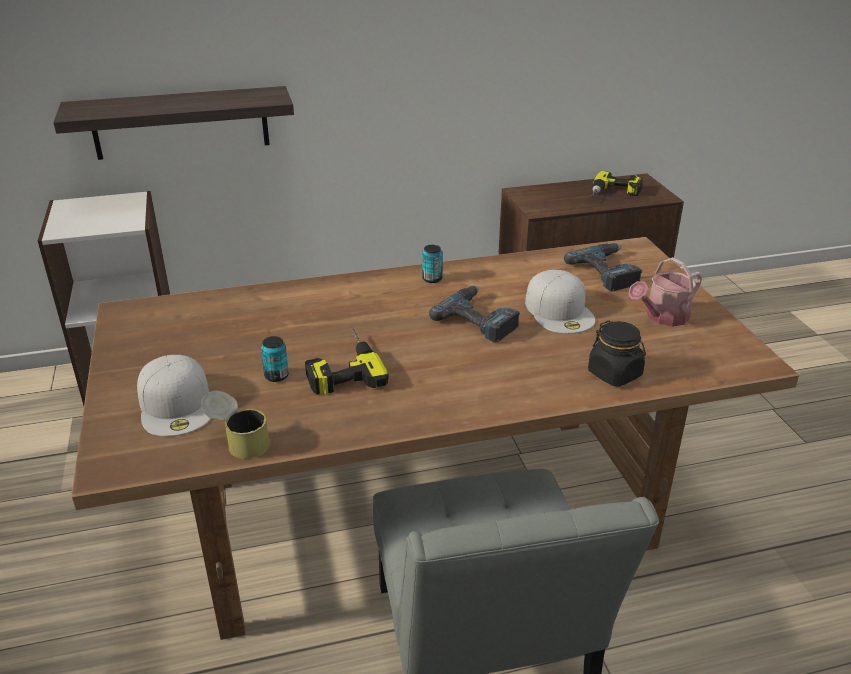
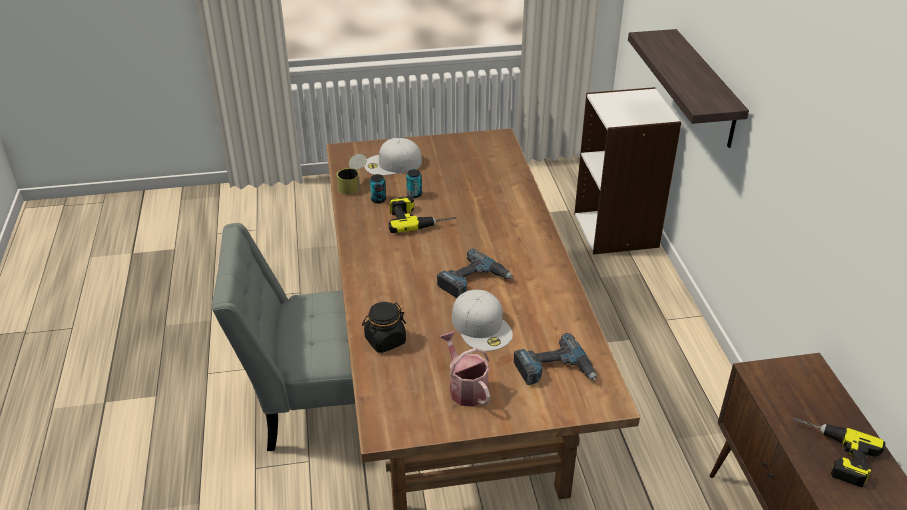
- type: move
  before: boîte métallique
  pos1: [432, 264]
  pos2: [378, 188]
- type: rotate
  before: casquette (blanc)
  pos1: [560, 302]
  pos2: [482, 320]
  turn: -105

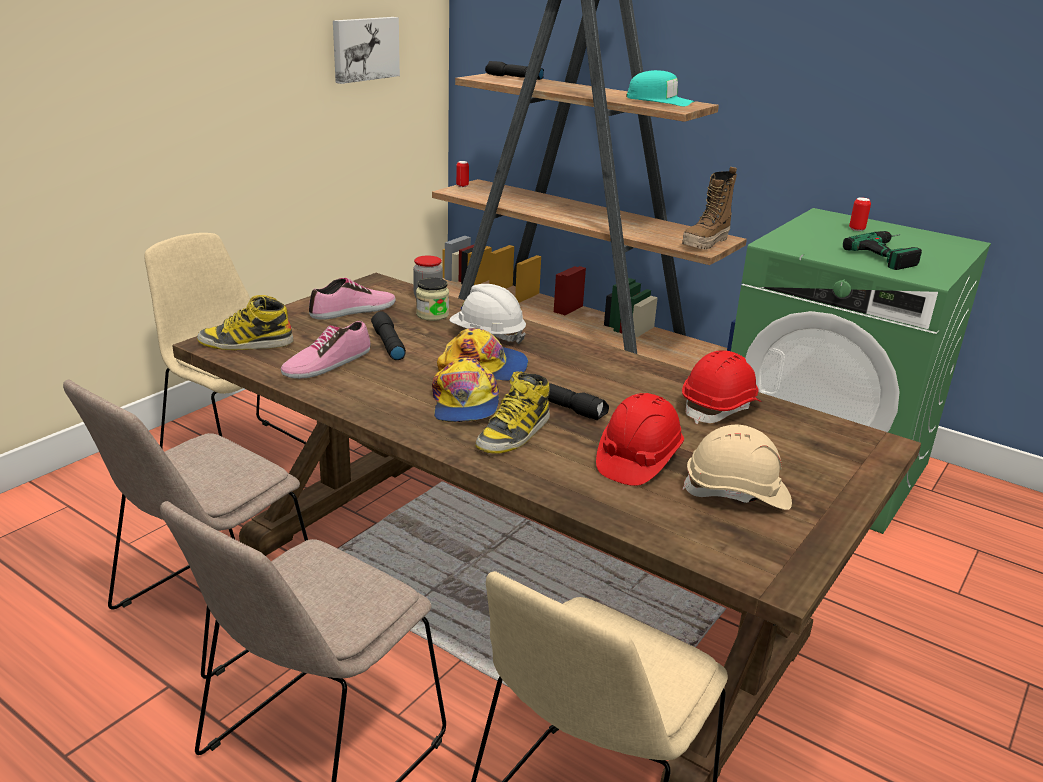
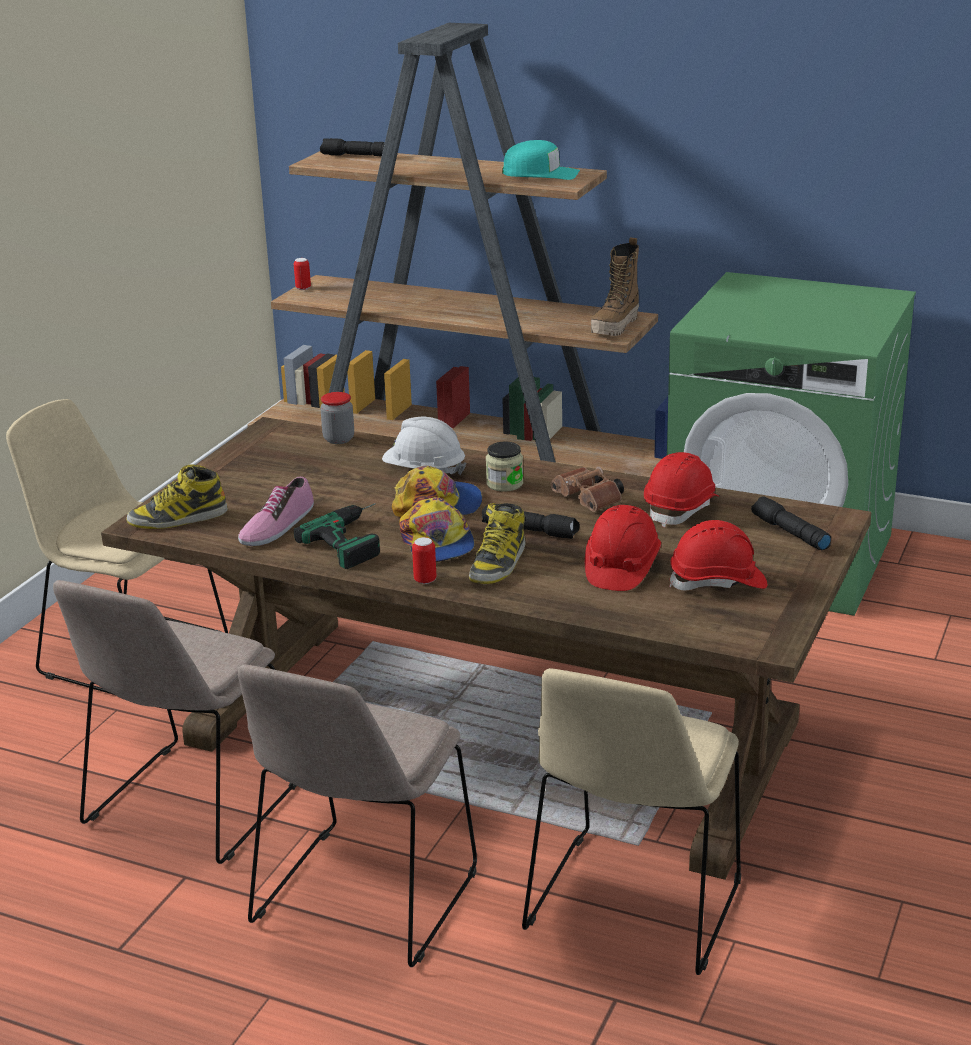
- type: delete
  before: chaussure
  pos1: [352, 299]
- type: delete
  before: tableau
  pos1: [366, 50]
- type: move
  before: lampe de poche (noir)
  pos1: [388, 336]
  pos2: [791, 523]
- type: move
  before: bocal
  pos1: [432, 299]
  pos2: [504, 467]
- type: recolor
  before: casque de chantier (beige)
  after: casque de chantier (rouge)
  pos1: [737, 467]
  pos2: [718, 555]
- type: move
  before: perceuse
  pos1: [882, 250]
  pos2: [337, 536]
- type: move
  before: boîte métallique
  pos1: [860, 214]
  pos2: [424, 560]
- type: insert
  after: jumelles (marron)
  pos2: [587, 489]

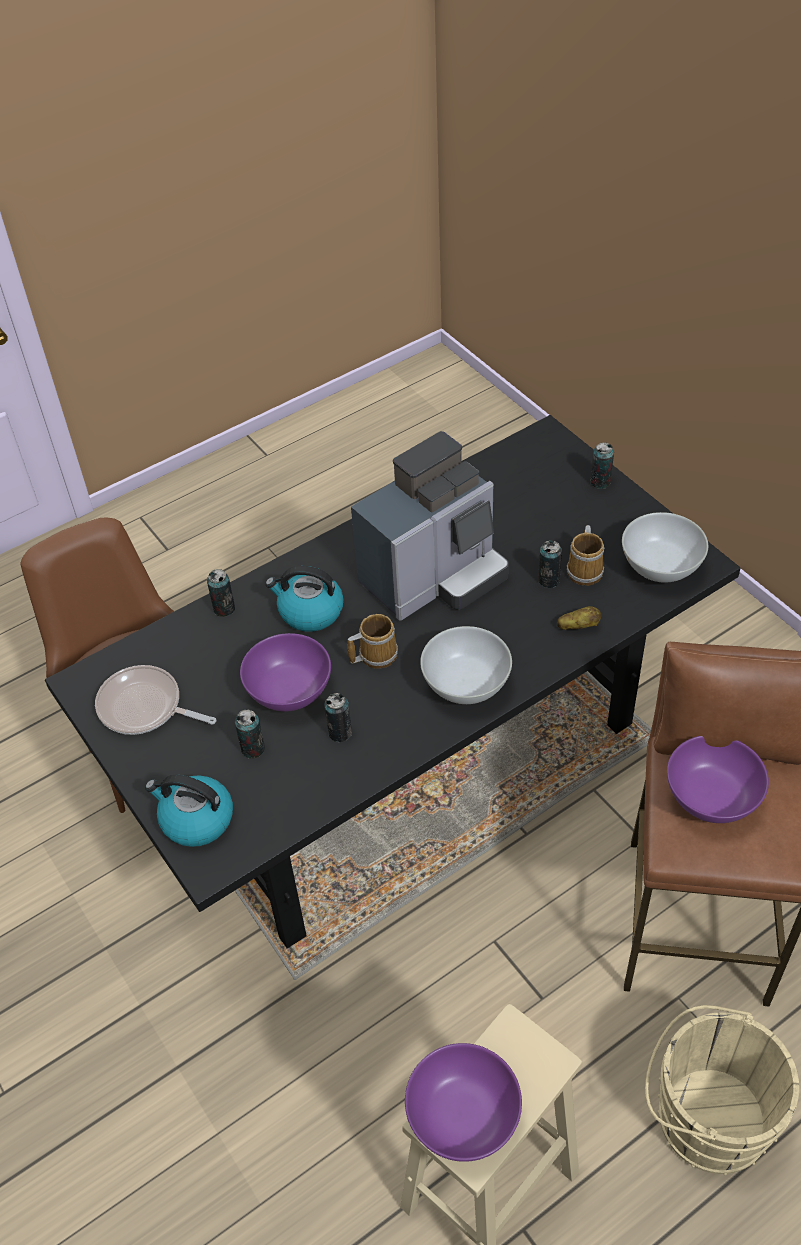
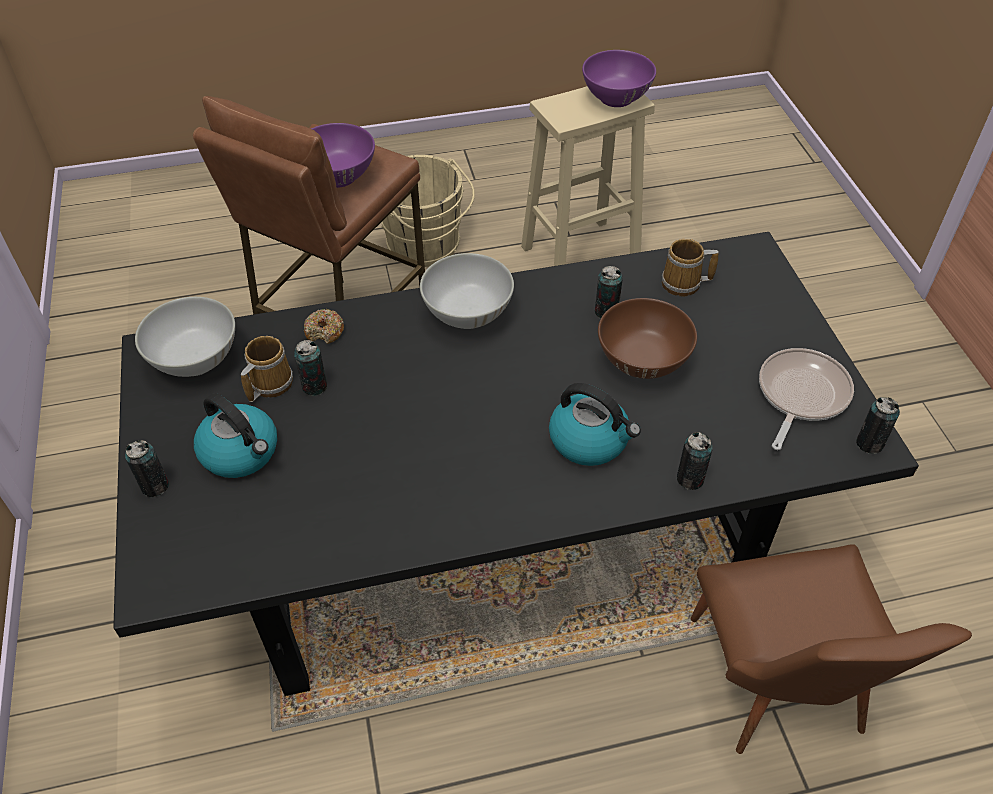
- type: rotate
  before: poêle
  pos1: [155, 700]
  pos2: [806, 399]
  turn: -105
- type: move
  before: bouilloire
  pos1: [189, 811]
  pos2: [235, 435]
- type: move
  before: boîte métallique
  pos1: [250, 734]
  pos2: [878, 425]
- type: recolor
  before: bol (violet)
  after: bol (marron)
  pos1: [285, 672]
  pos2: [647, 338]
- type: move
  before: mug
  pos1: [372, 641]
  pos2: [690, 267]
- type: delete
  before: machine à café
  pos1: [430, 526]
- type: replace
  before: pomme de terre
  after: beignet
  pos1: [579, 618]
  pos2: [324, 326]

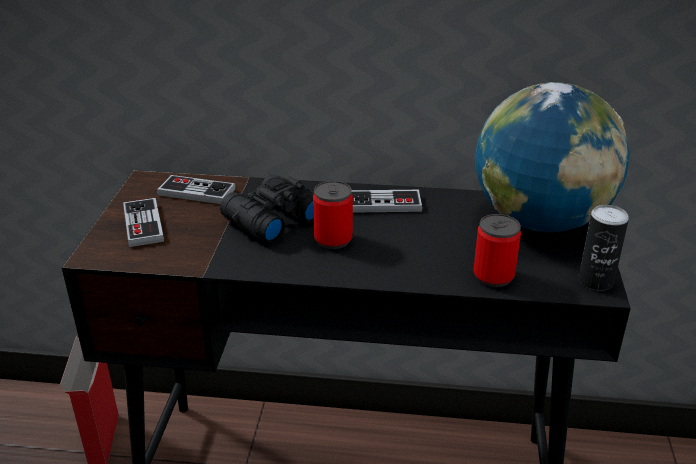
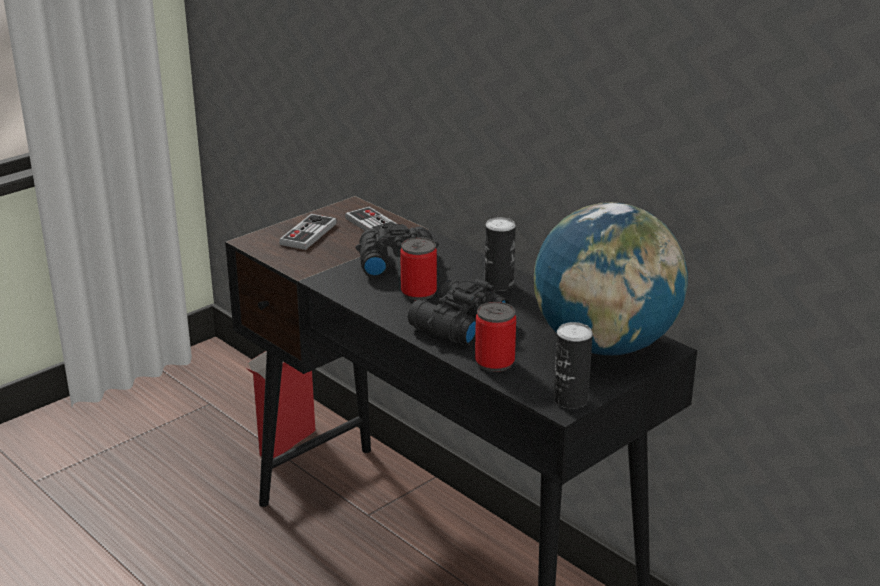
- type: replace
  before: manette
  after: boîte métallique
  pos1: [387, 201]
  pos2: [500, 254]
- type: insert
  after: jumelles (noir)
  pos2: [459, 312]

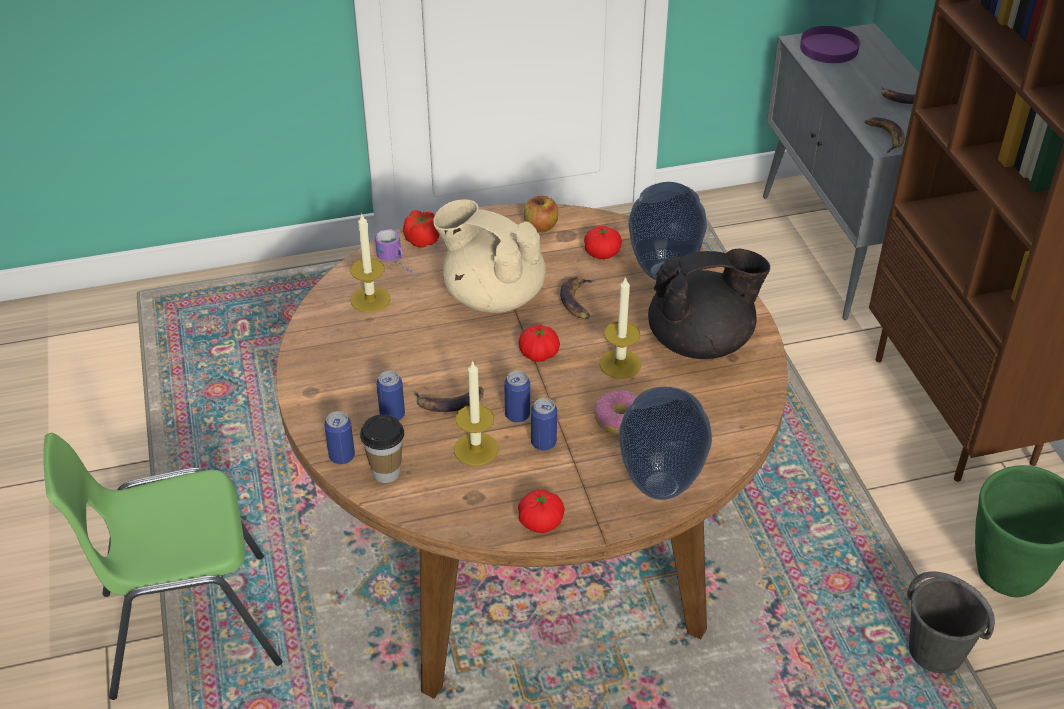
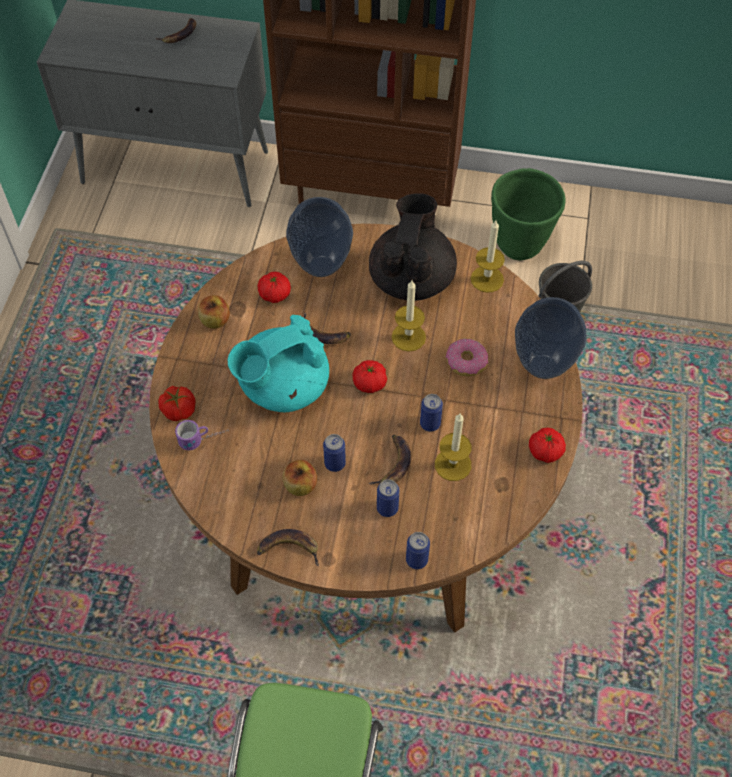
- type: move
  before: bougie
  pos1: [370, 263]
  pos2: [488, 256]
- type: delete
  before: tasse
  pos1: [382, 448]
- type: recolor
  before: théière (beige)
  after: théière (turquoise)
  pos1: [489, 256]
  pos2: [278, 363]
- type: move
  before: boîte métallique
  pos1: [544, 424]
  pos2: [334, 453]
- type: delete
  before: assiette (violet)
  pos1: [830, 44]
- type: move
  before: banane
  pos1: [884, 135]
  pos2: [288, 547]
- type: insert
  after: pomme
  pos2: [300, 478]

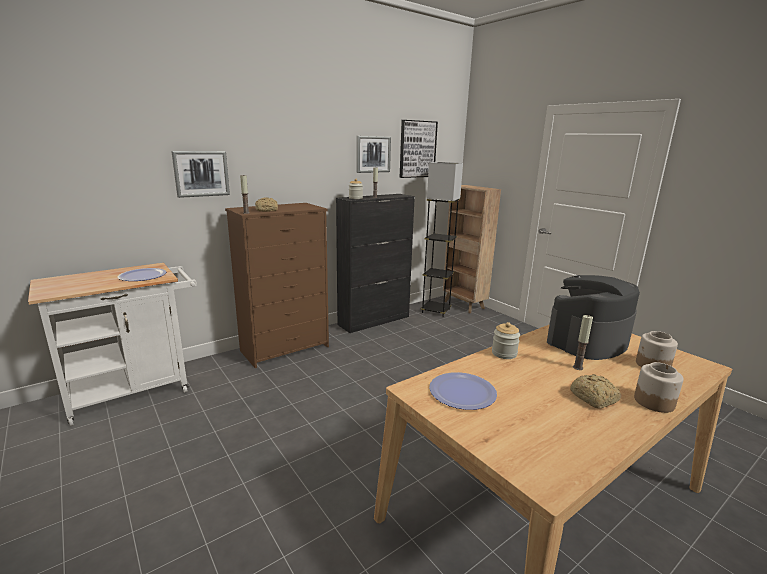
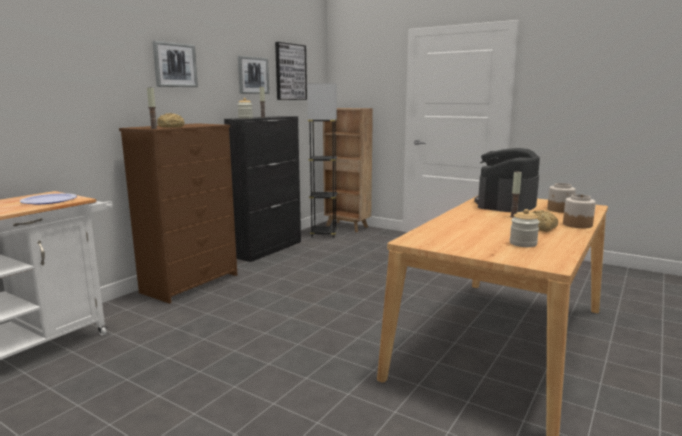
- type: move
  before: tableau
  pos1: [200, 174]
  pos2: [175, 64]
- type: delete
  before: assiette
  pos1: [463, 391]
- type: move
  before: bocal
  pos1: [506, 340]
  pos2: [525, 228]

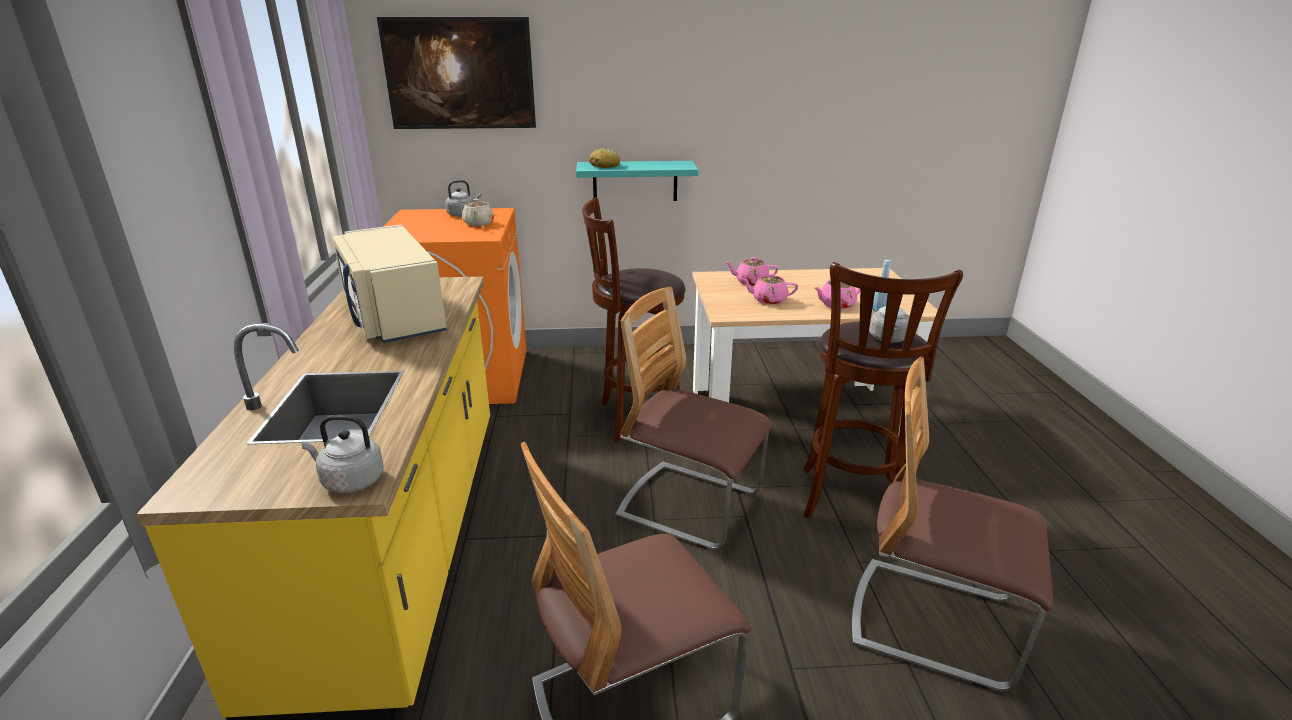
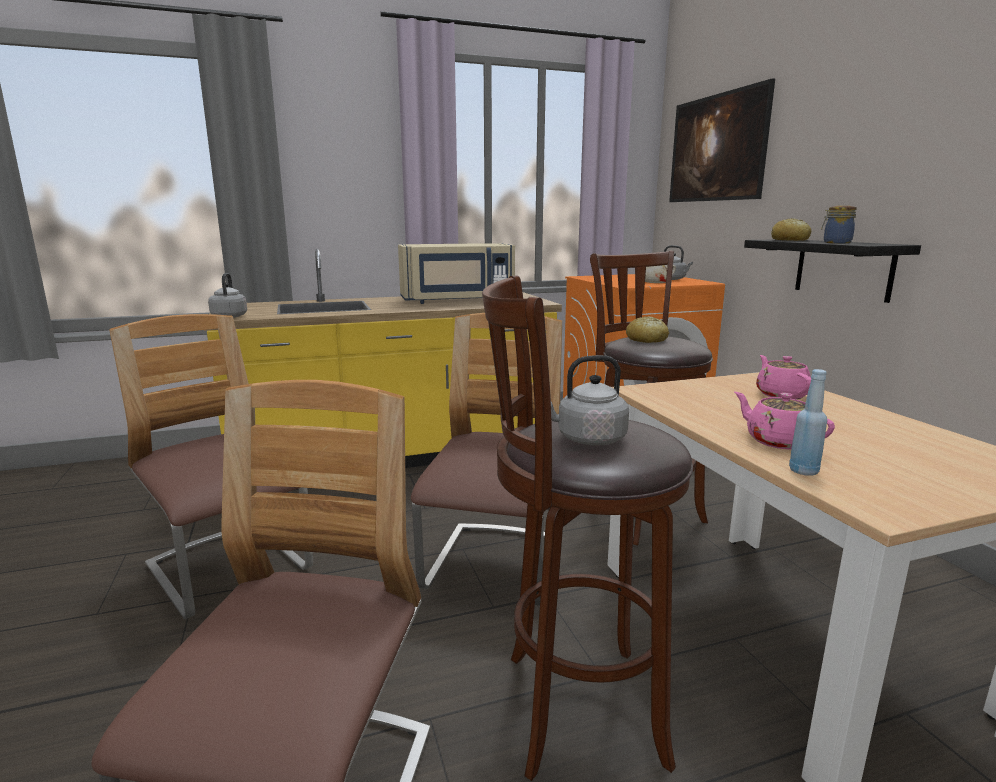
- type: rotate
  before: micro-ondes (beige)
  pos1: [389, 283]
  pos2: [456, 273]
  turn: -150
- type: recolor
  before: étagère (turquoise)
  after: étagère (noir)
  pos1: [637, 181]
  pos2: [832, 271]
- type: delete
  before: théière (rose)
  pos1: [769, 289]
- type: insert
  after: pain
  pos2: [647, 329]
- type: insert
  after: bocal
  pos2: [839, 224]

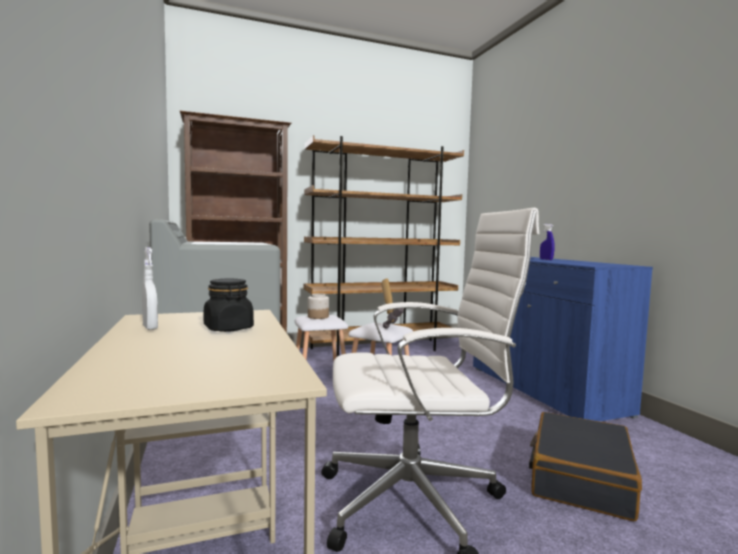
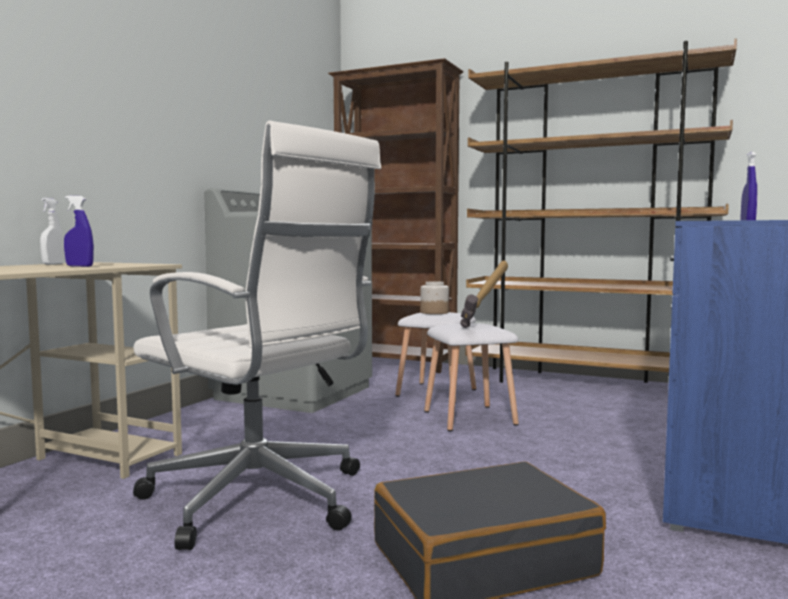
- type: replace
  before: bocal (noir)
  after: vaporisateur (bleu)
  pos1: [229, 305]
  pos2: [79, 231]

